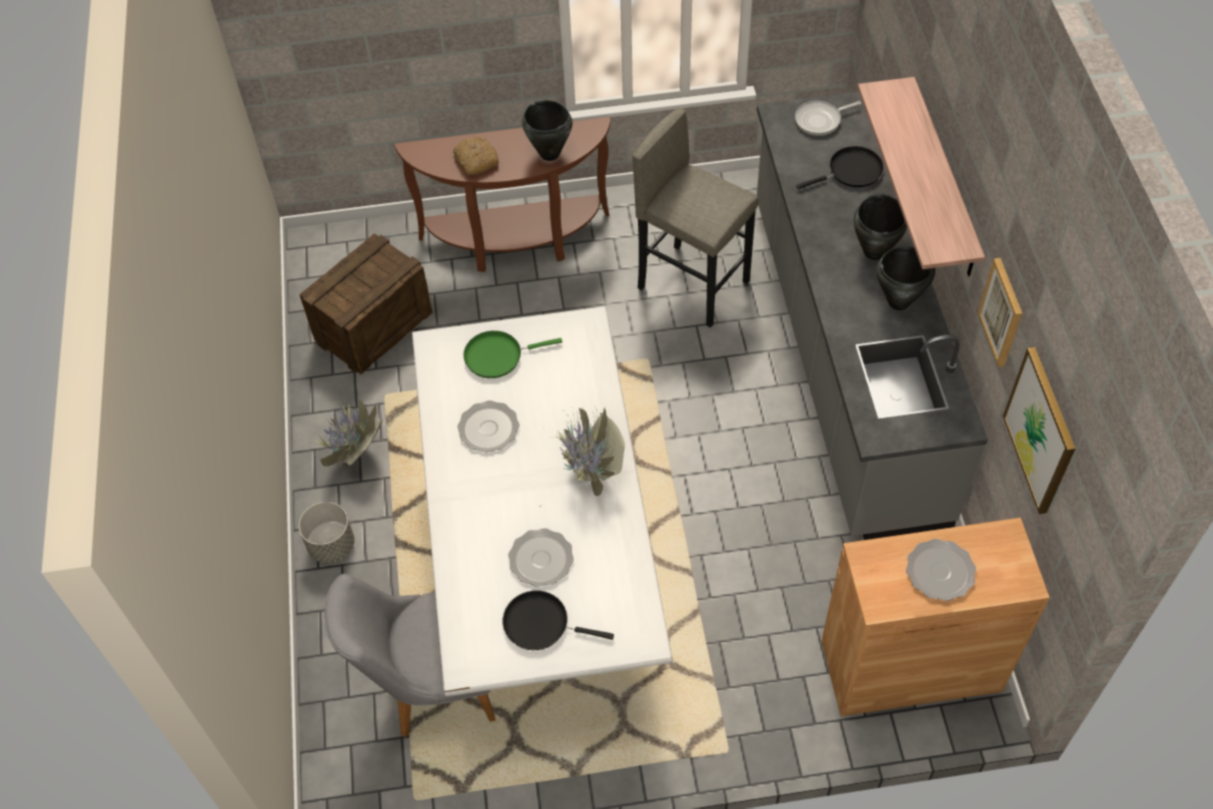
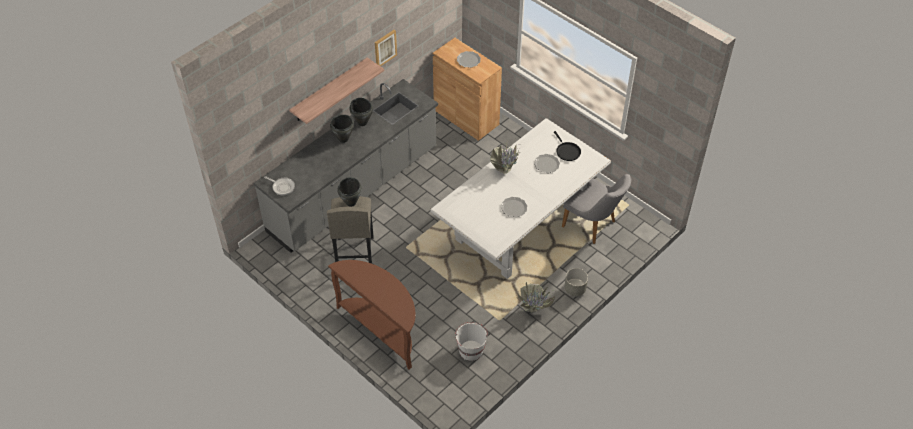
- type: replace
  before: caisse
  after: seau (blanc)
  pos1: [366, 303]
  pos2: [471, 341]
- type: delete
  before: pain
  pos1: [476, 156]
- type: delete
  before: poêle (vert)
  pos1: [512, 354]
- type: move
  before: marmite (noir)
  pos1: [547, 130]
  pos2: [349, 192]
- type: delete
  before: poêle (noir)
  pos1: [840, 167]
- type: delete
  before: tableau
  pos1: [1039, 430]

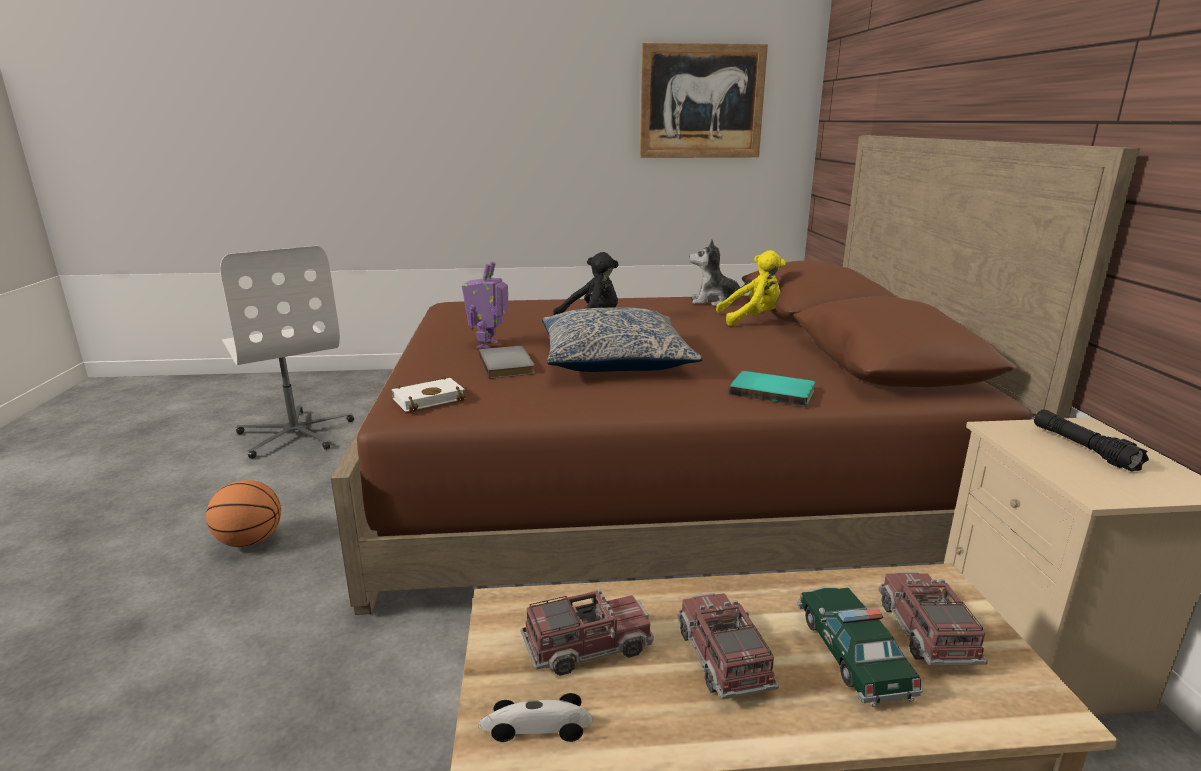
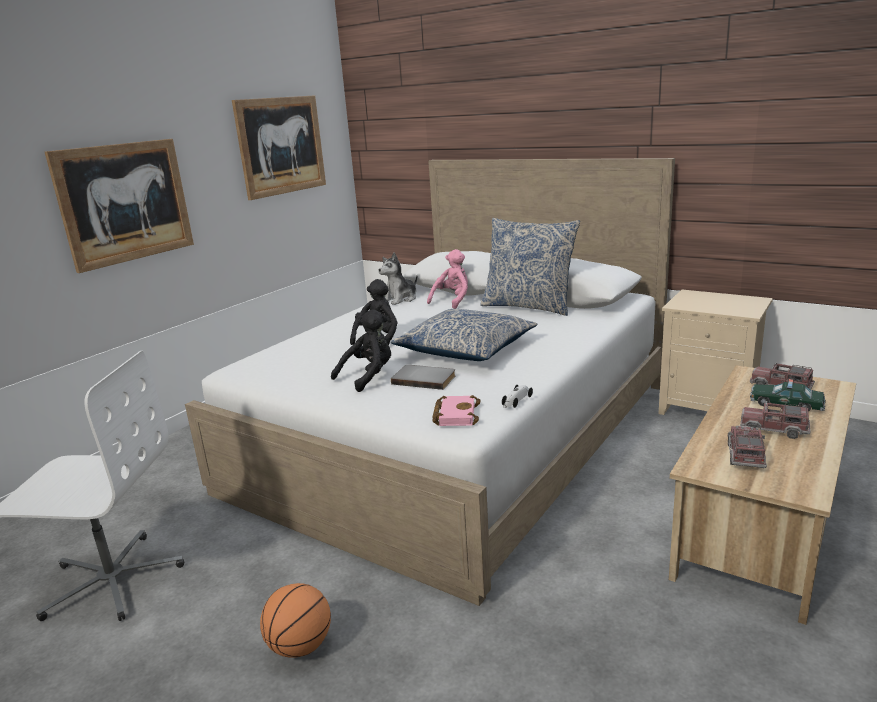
- type: recolor
  before: lit (marron)
  after: lit (blanc)
  pos1: [735, 375]
  pos2: [430, 382]
- type: recolor
  before: livre (blanc)
  after: livre (rose)
  pos1: [429, 394]
  pos2: [456, 410]
- type: replace
  before: robot jouet
  after: peluche (noir)
  pos1: [485, 304]
  pos2: [361, 350]
- type: move
  before: petite voiture
  pos1: [536, 717]
  pos2: [517, 396]
- type: recolor
  before: peluche (jaune)
  after: peluche (rose)
  pos1: [751, 288]
  pos2: [447, 279]
- type: delete
  before: livre (turquoise)
  pos1: [772, 389]
- type: delete
  before: lampe de poche (noir)
  pos1: [1091, 440]
- type: insert
  after: tableau
  pos2: [119, 206]
- type: insert
  after: coussin
  pos2: [530, 267]

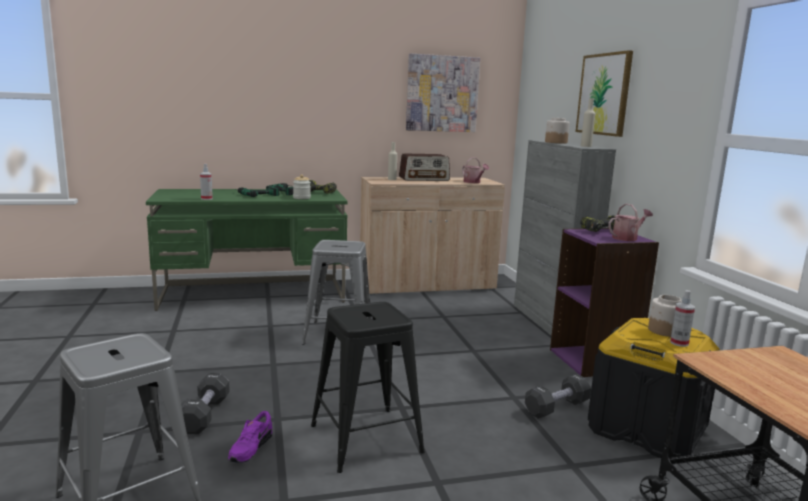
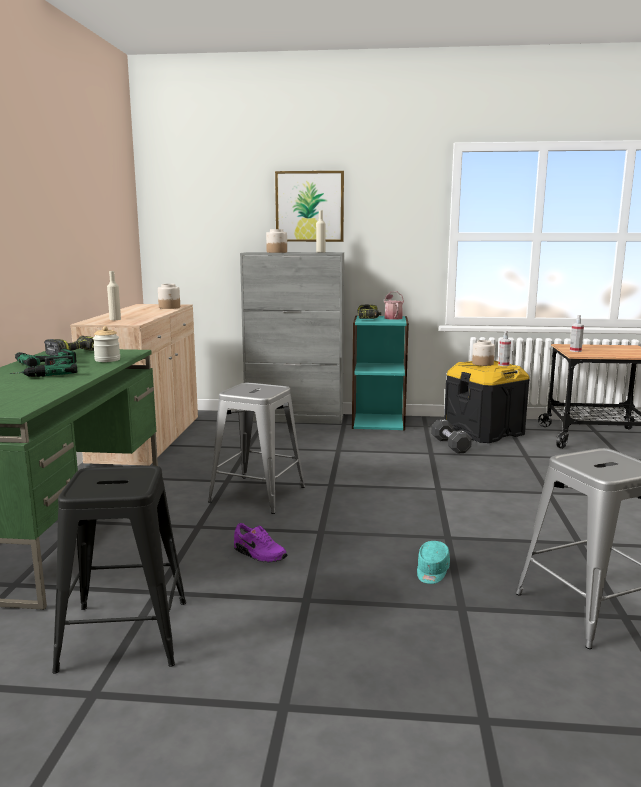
- type: replace
  before: haltère (noir)
  after: casquette (turquoise)
  pos1: [206, 403]
  pos2: [433, 562]
- type: move
  before: vaporisateur
  pos1: [206, 182]
  pos2: [577, 333]
- type: move
  before: chaussure (violet)
  pos1: [250, 437]
  pos2: [261, 543]
- type: move
  before: tabouret (noir)
  pos1: [368, 387]
  pos2: [119, 570]
- type: delete
  before: radio
  pos1: [424, 167]
- type: delete
  before: tableau
  pos1: [443, 92]
- type: replace
  before: arrosoir
  after: bocal
  pos1: [475, 170]
  pos2: [169, 296]
- type: recolor
  before: bibliothèque (violet)
  after: bibliothèque (turquoise)
  pos1: [604, 302]
  pos2: [380, 373]

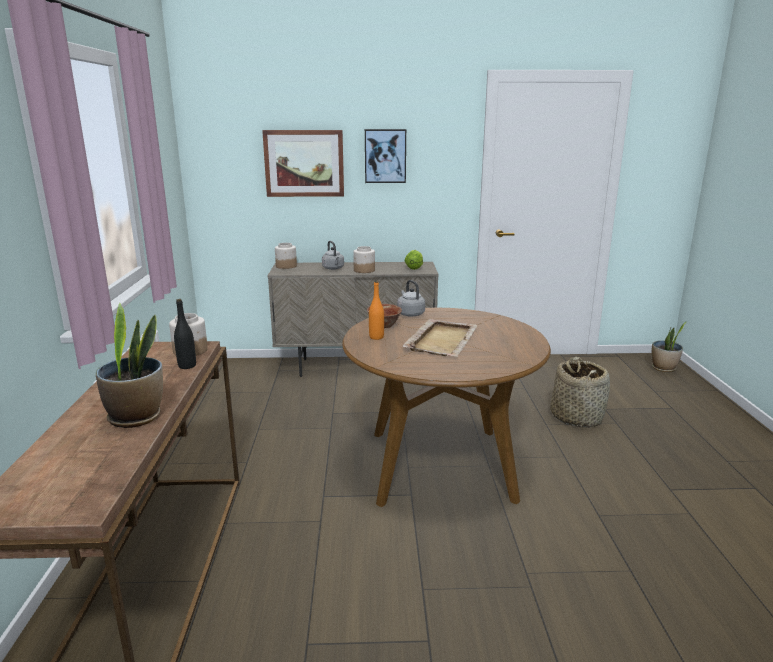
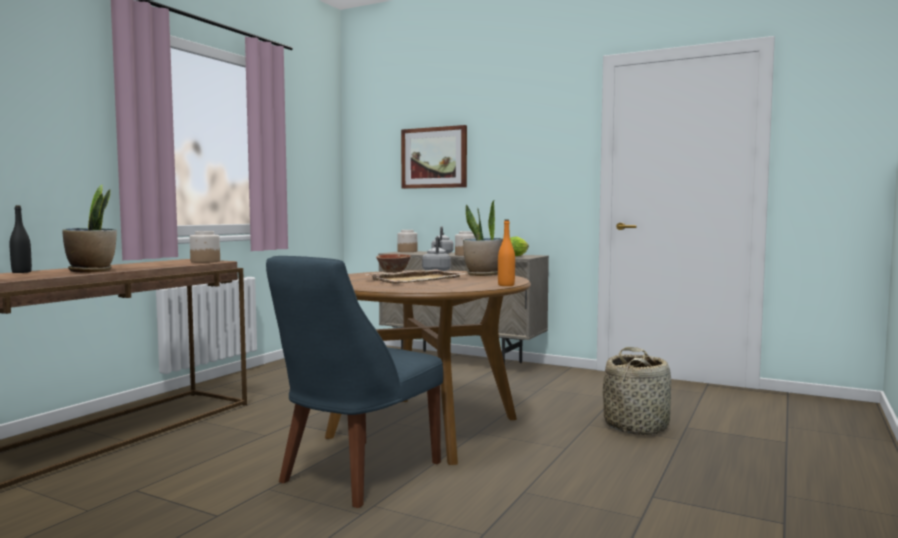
- type: move
  before: bouteille (noir)
  pos1: [185, 334]
  pos2: [21, 239]
- type: delete
  before: tableau
  pos1: [385, 156]
- type: move
  before: bouteille (orange)
  pos1: [376, 310]
  pos2: [506, 253]
- type: move
  before: plante en pot
  pos1: [668, 347]
  pos2: [483, 237]
- type: insert
  after: chaise (bleu)
  pos2: [354, 382]

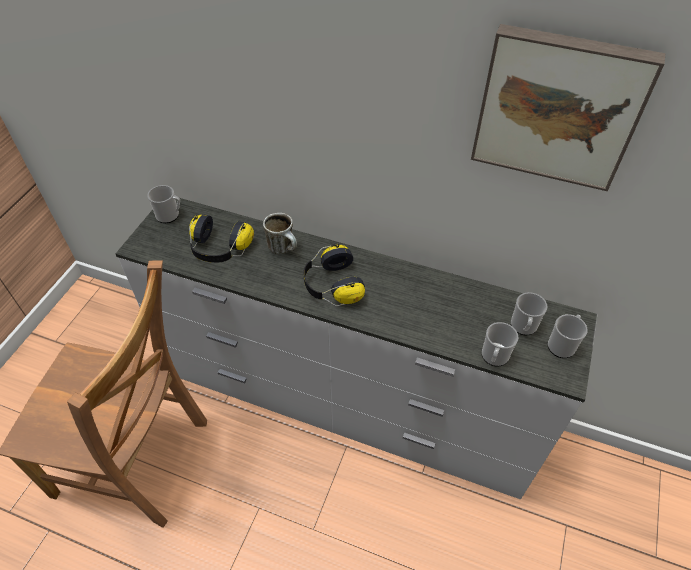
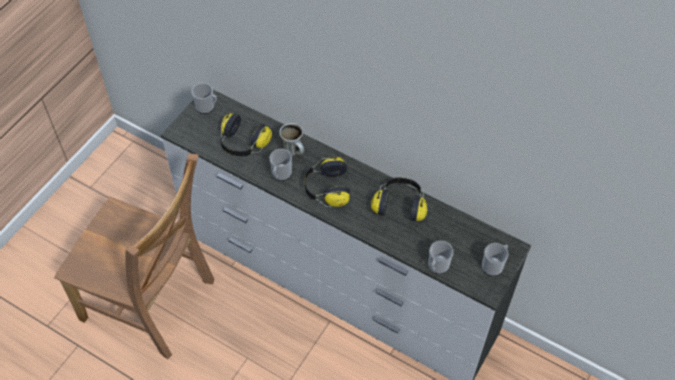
- type: delete
  before: tableau
  pos1: [568, 107]
- type: move
  before: mug
  pos1: [529, 314]
  pos2: [280, 165]
- type: insert
  after: casque audio
  pos2: [399, 199]

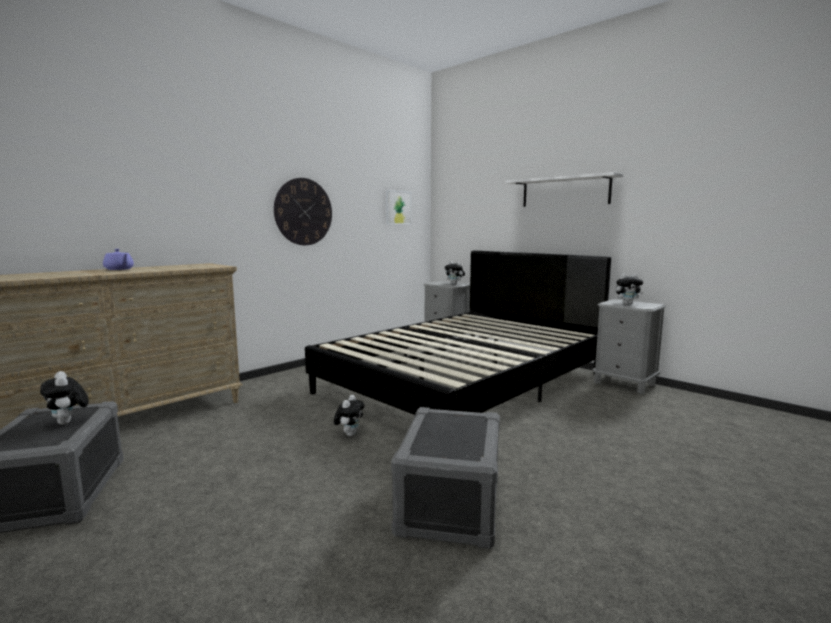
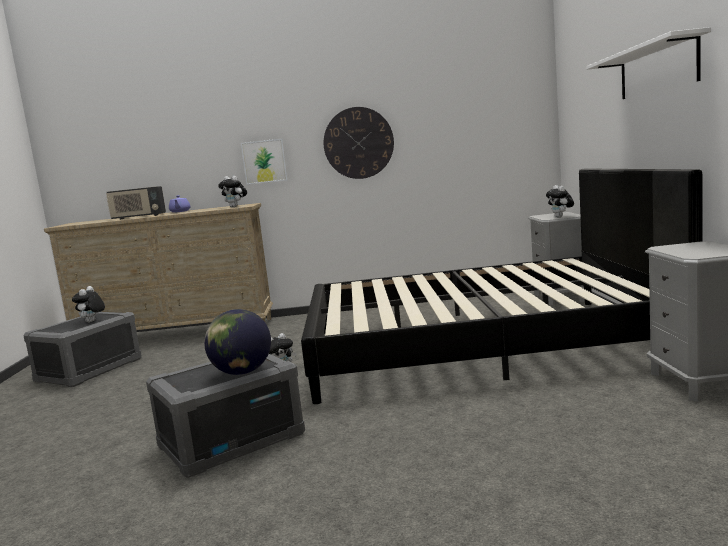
- type: move
  before: tableau
  pos1: [398, 207]
  pos2: [264, 162]
- type: move
  before: peluche
  pos1: [629, 289]
  pos2: [232, 191]
- type: insert
  after: radio
  pos2: [136, 203]
- type: insert
  after: globe
  pos2: [237, 342]

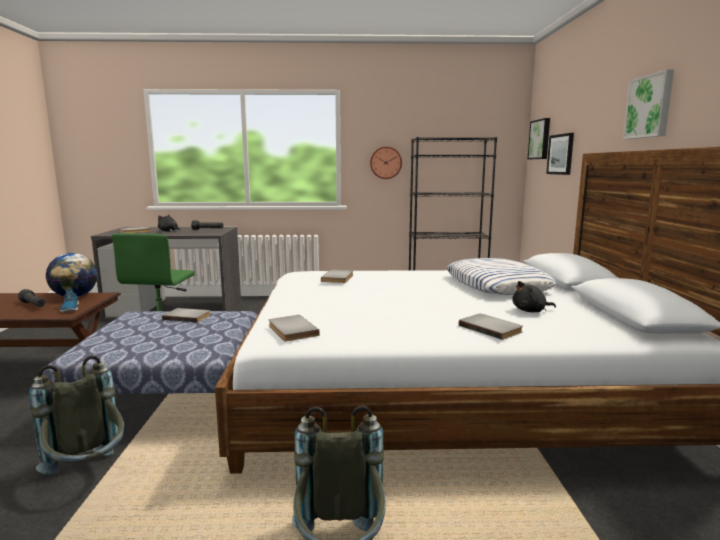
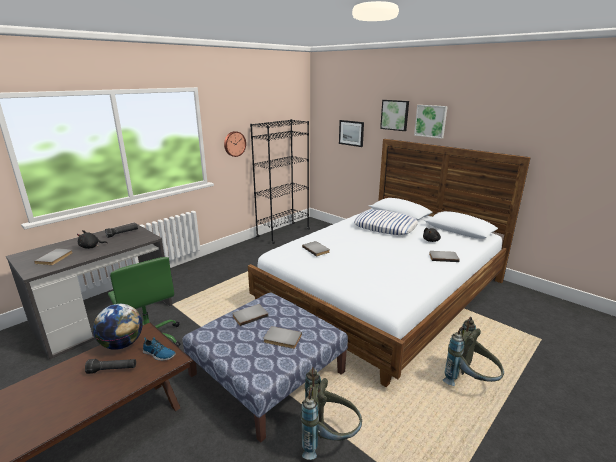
- type: move
  before: livre (gris)
  pos1: [294, 328]
  pos2: [282, 337]
- type: move
  before: tableau
  pos1: [539, 138]
  pos2: [394, 115]

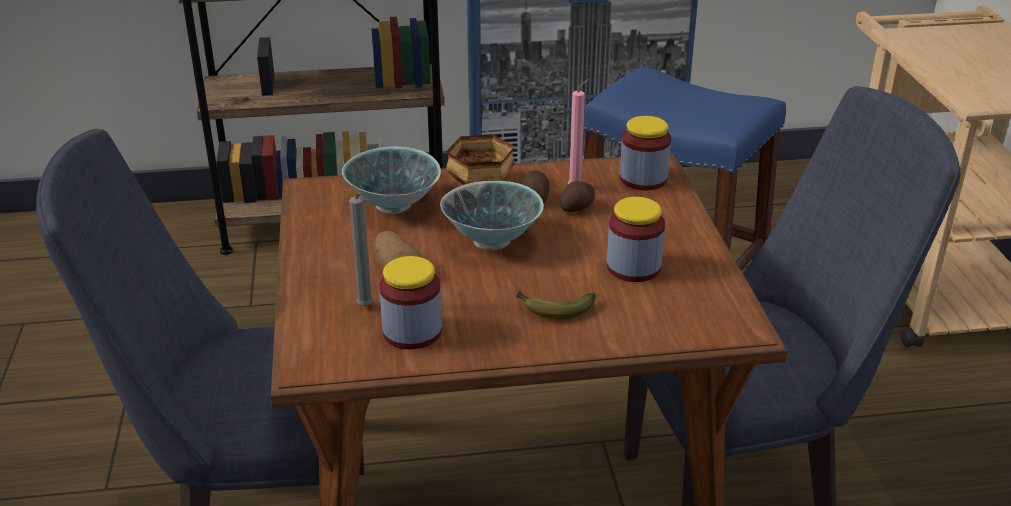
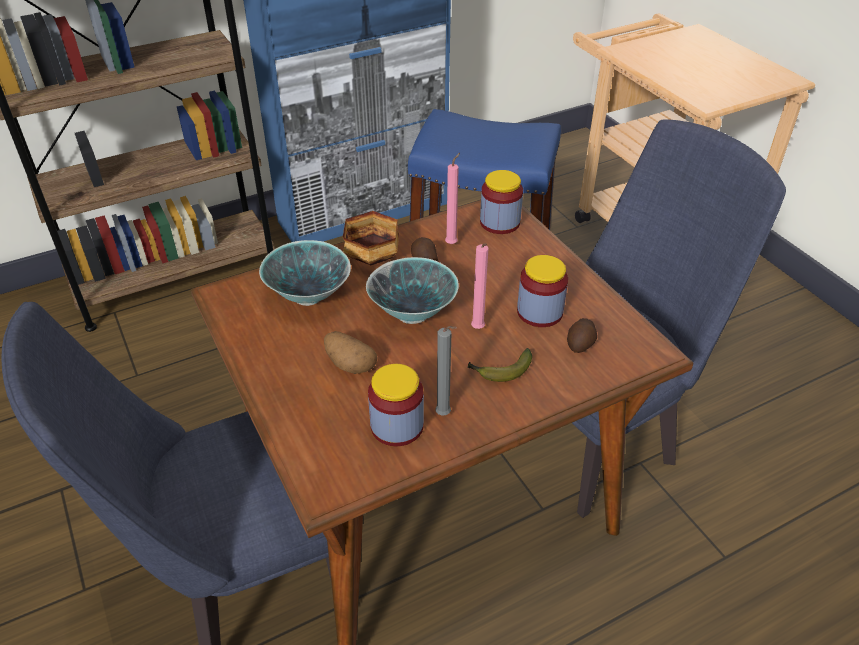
- type: move
  before: bougie (gris)
  pos1: [361, 249]
  pos2: [446, 370]
- type: move
  before: pomme de terre
  pos1: [577, 196]
  pos2: [582, 335]
- type: insert
  after: bougie (rose)
  pos2: [480, 286]

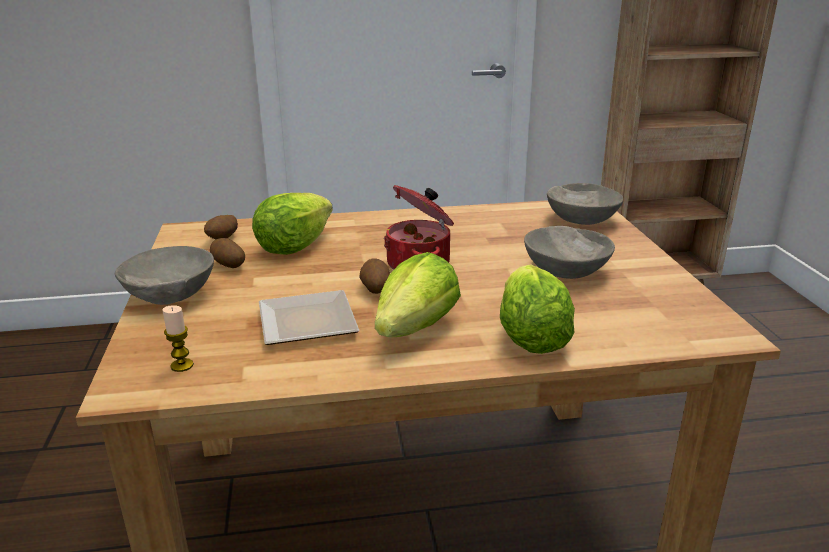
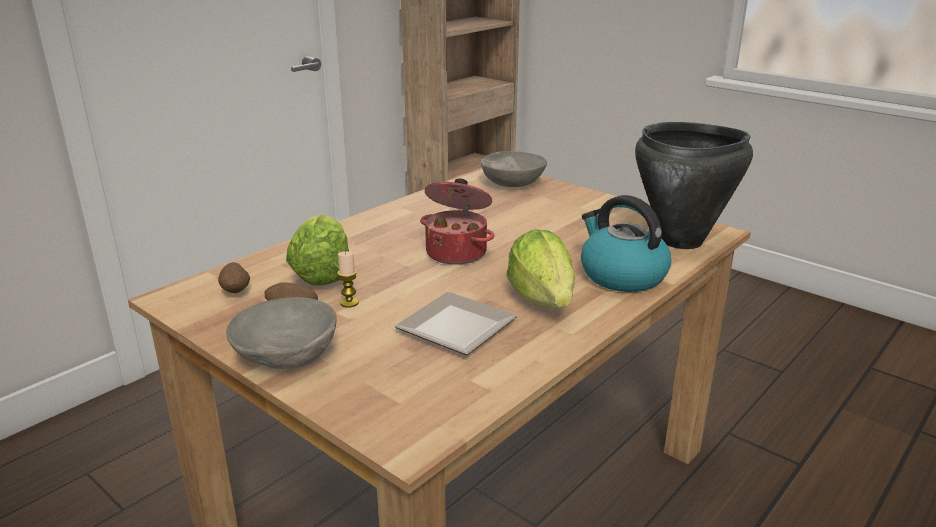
- type: move
  before: bougie
  pos1: [178, 338]
  pos2: [348, 279]
- type: delete
  before: pomme de terre
  pos1: [375, 276]
- type: replace
  before: laitue
  after: bouilloire
  pos1: [537, 309]
  pos2: [626, 243]
- type: delete
  before: bol (gris)
  pos1: [569, 252]
- type: insert
  after: marmite (noir)
  pos2: [694, 185]

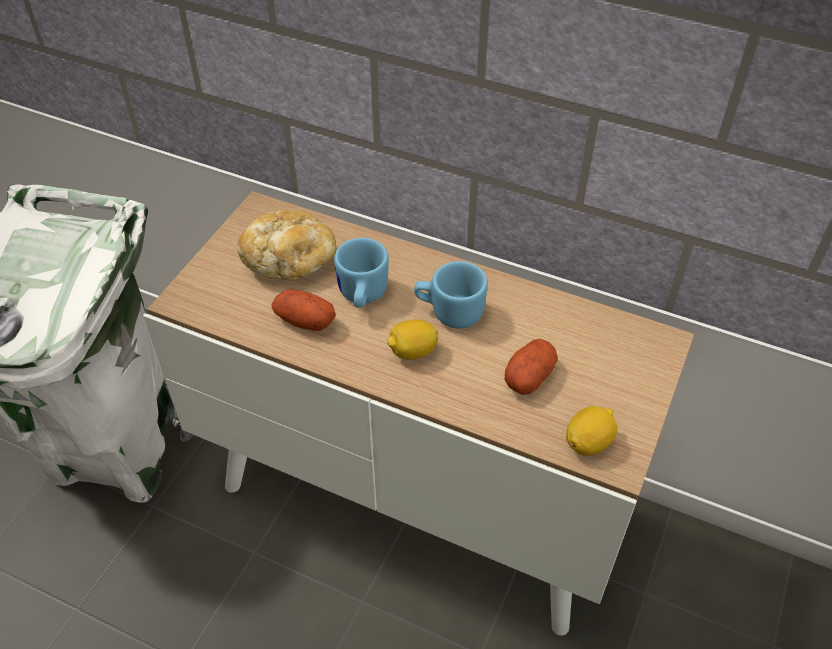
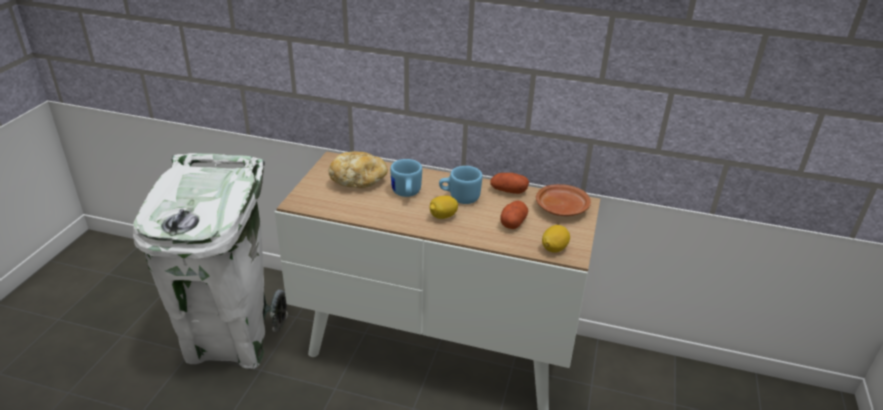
- type: move
  before: pomme de terre
  pos1: [303, 310]
  pos2: [509, 183]
- type: insert
  after: assiette (marron)
  pos2: [563, 200]

